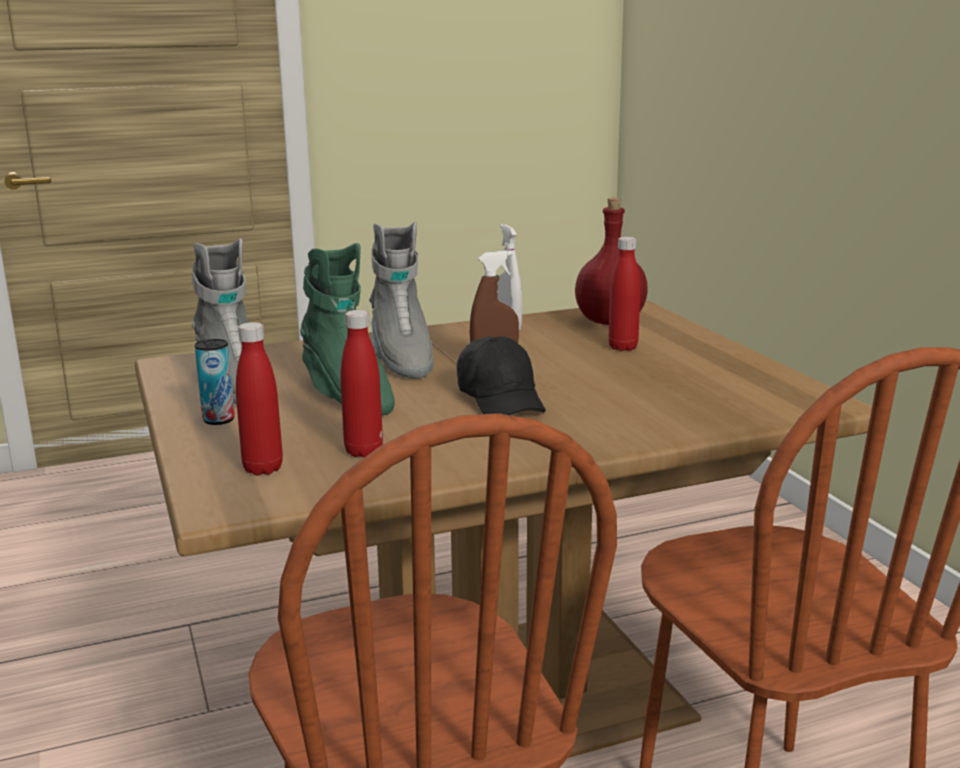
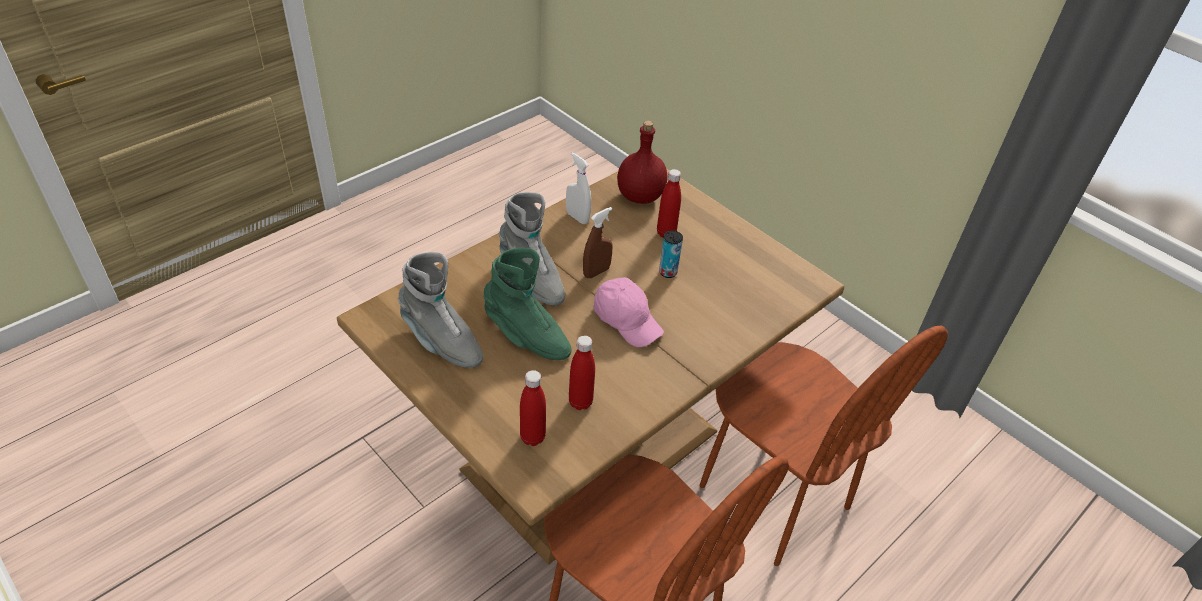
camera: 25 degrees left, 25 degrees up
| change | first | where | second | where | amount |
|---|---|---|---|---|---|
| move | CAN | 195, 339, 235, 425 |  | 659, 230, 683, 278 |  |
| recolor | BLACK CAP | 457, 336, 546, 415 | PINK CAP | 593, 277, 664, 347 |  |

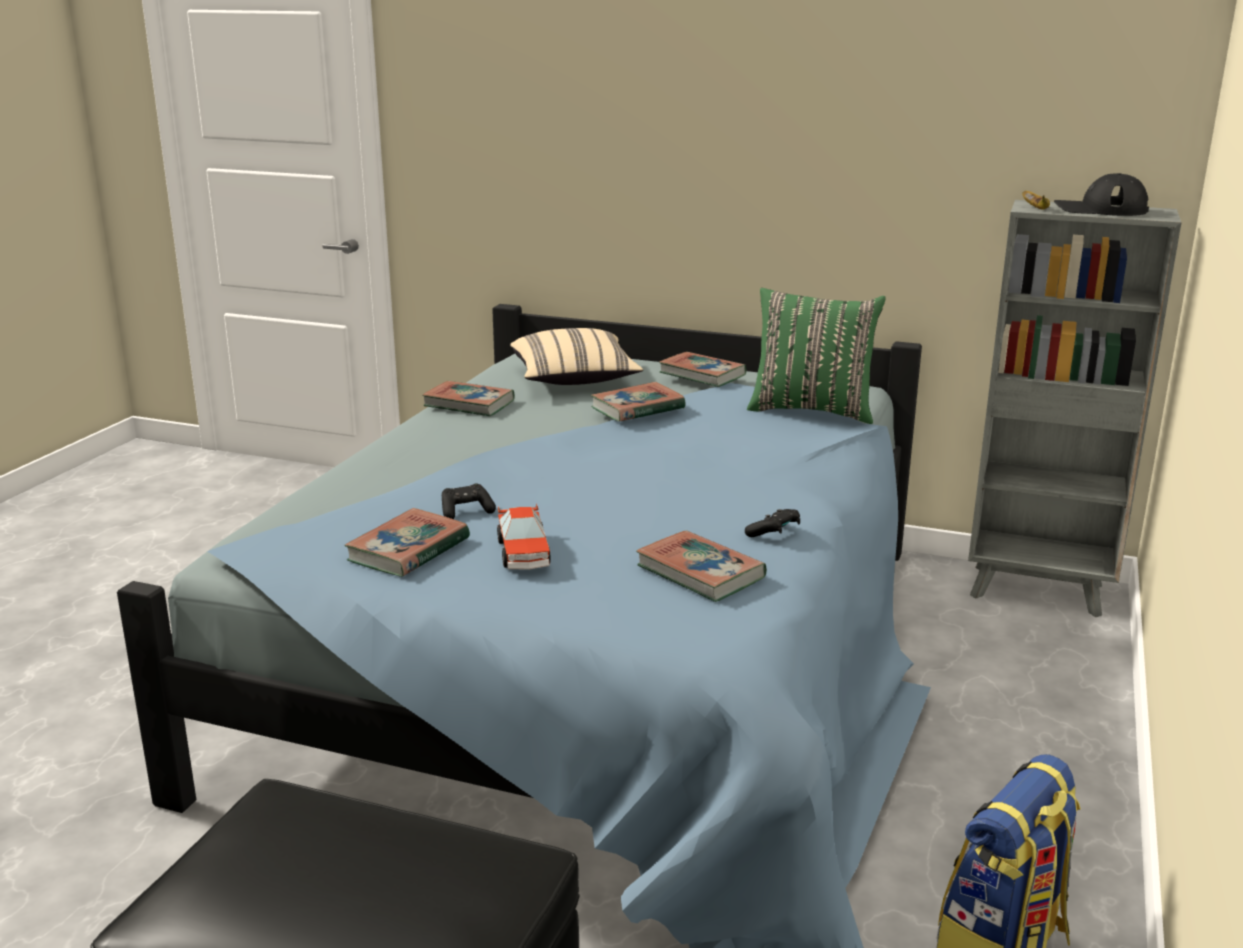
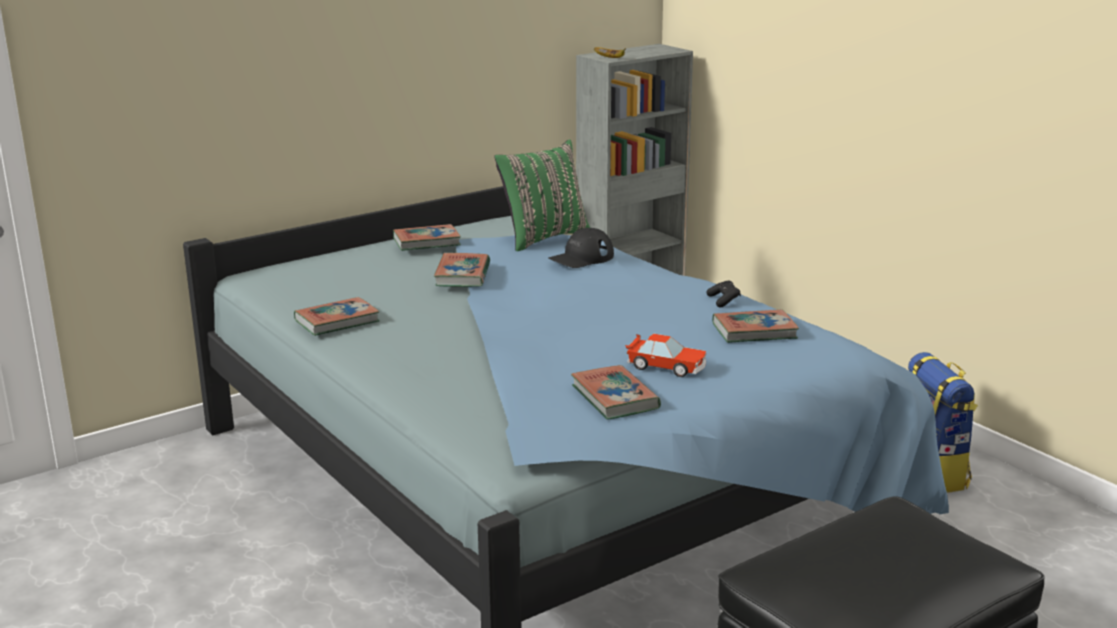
camera: 55 degrees left, 0 degrees up
| change | first | where | second | where | amount |
|---|---|---|---|---|---|
| delete | BLACK GAME CONTROLLER | 442, 484, 496, 519 |  |  |  |
| delete | BEIGE PILLOW | 510, 328, 643, 385 |  |  |  |
| move | BLACK CAP | 1054, 173, 1149, 216 |  | 549, 228, 614, 268 |  |

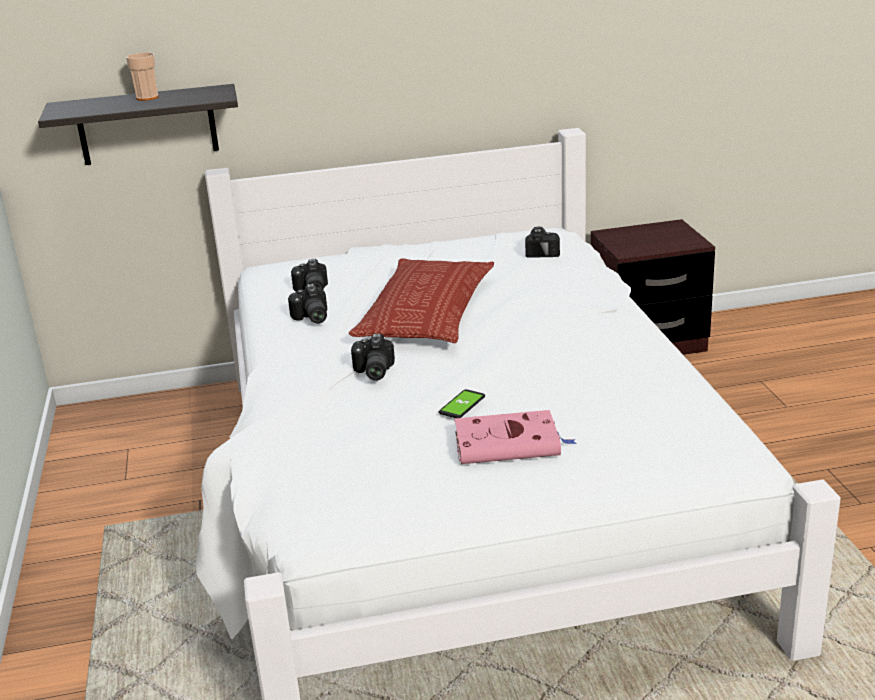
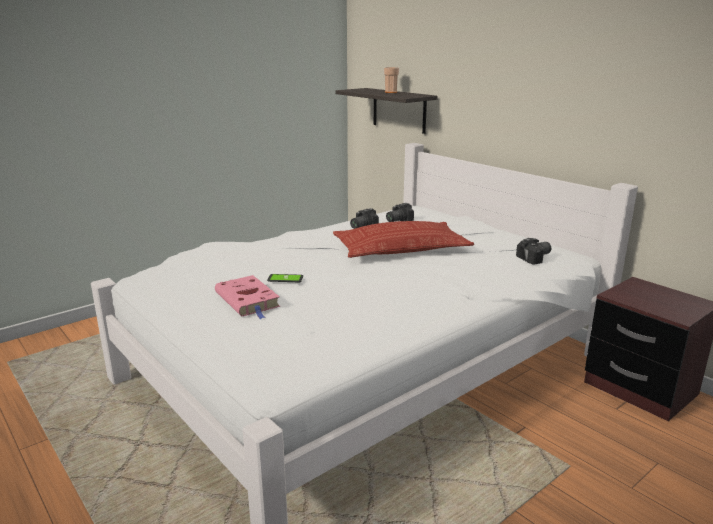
camera: 60 degrees right, 5 degrees down
| change | first | where | second | where | amount |
|---|---|---|---|---|---|
| delete | PHOTO CAMERA | 351, 334, 395, 381 |  |  |  |

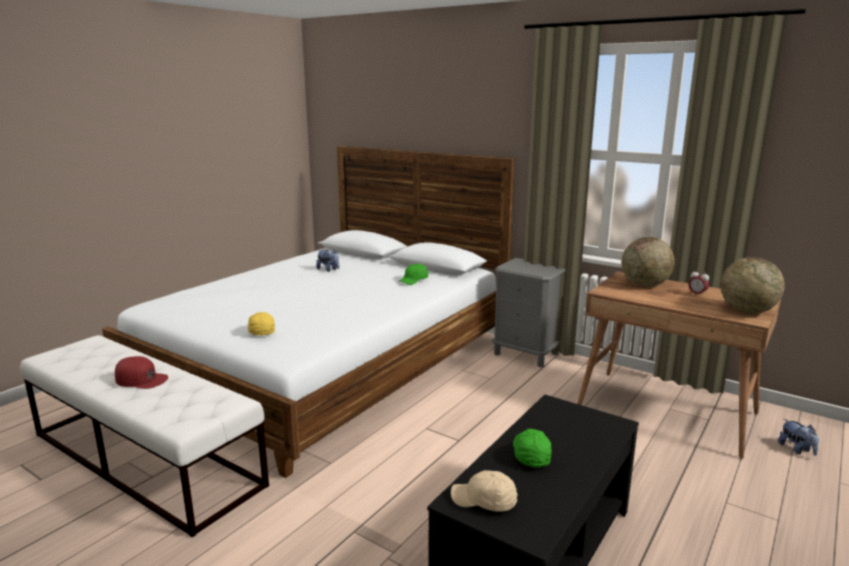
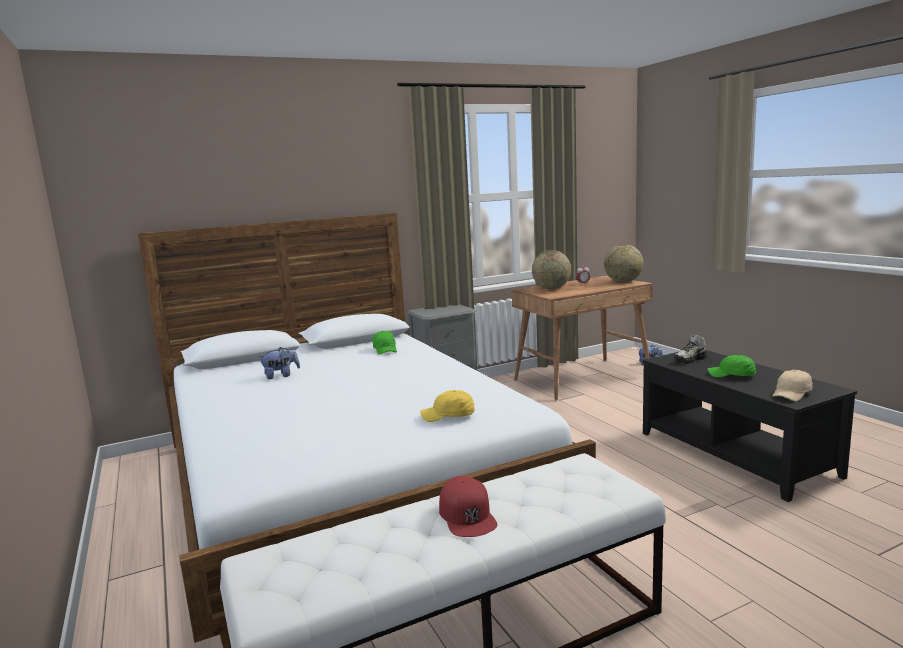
camera: 60 degrees left, 5 degrees down
| change | first | where | second | where | amount |
|---|---|---|---|---|---|
| rotate | RED CAP | 115, 356, 168, 389 |  | 439, 476, 497, 537 | 120 degrees clockwise |
| insert |  |  | SHOE | 674, 334, 707, 364 |  |

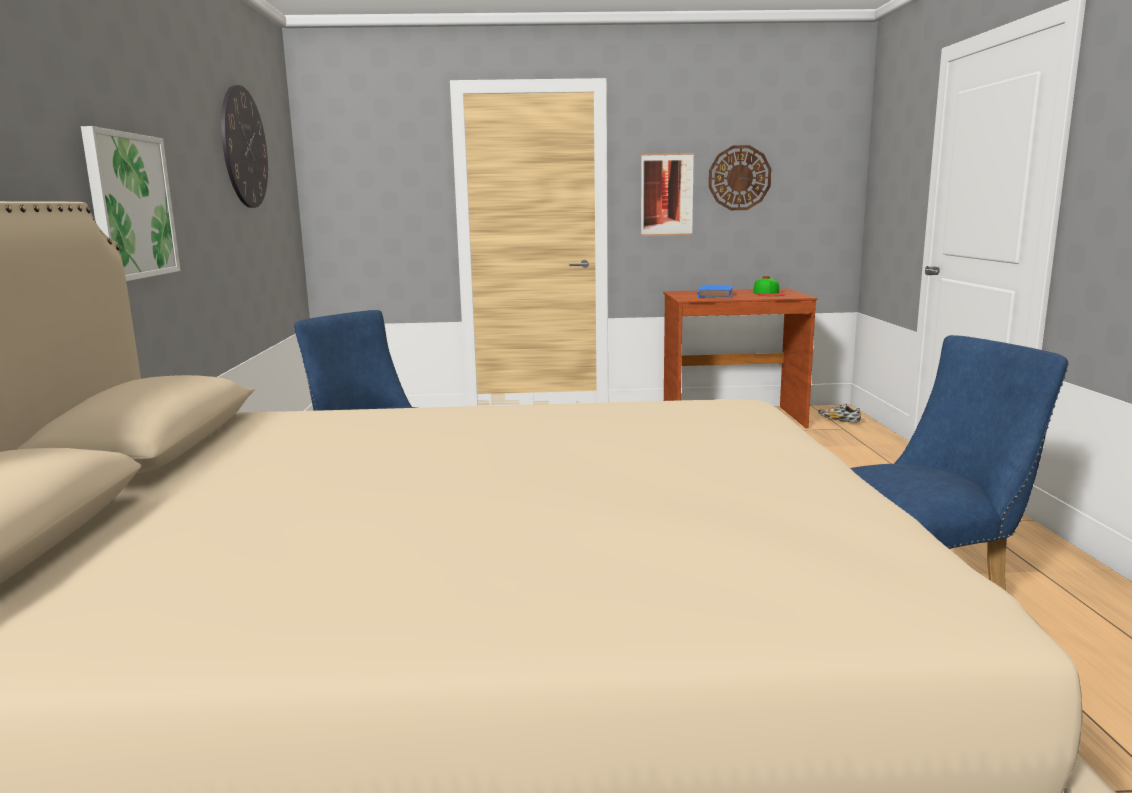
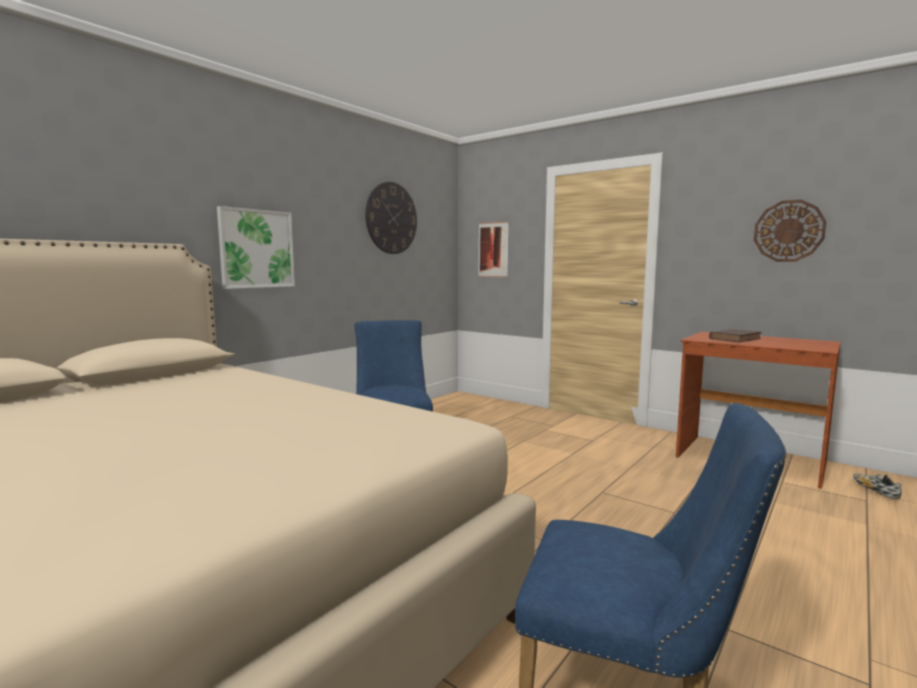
camera: 40 degrees right, 5 degrees down
| change | first | where | second | where | amount |
|---|---|---|---|---|---|
| move | PICTURE | 641, 153, 694, 236 |  | 478, 222, 509, 277 |  |
| recolor | BLUE BOOK | 697, 285, 733, 298 | BROWN BOOK | 709, 329, 761, 342 |  |
| delete | CAP | 753, 276, 785, 296 |  |  |  |

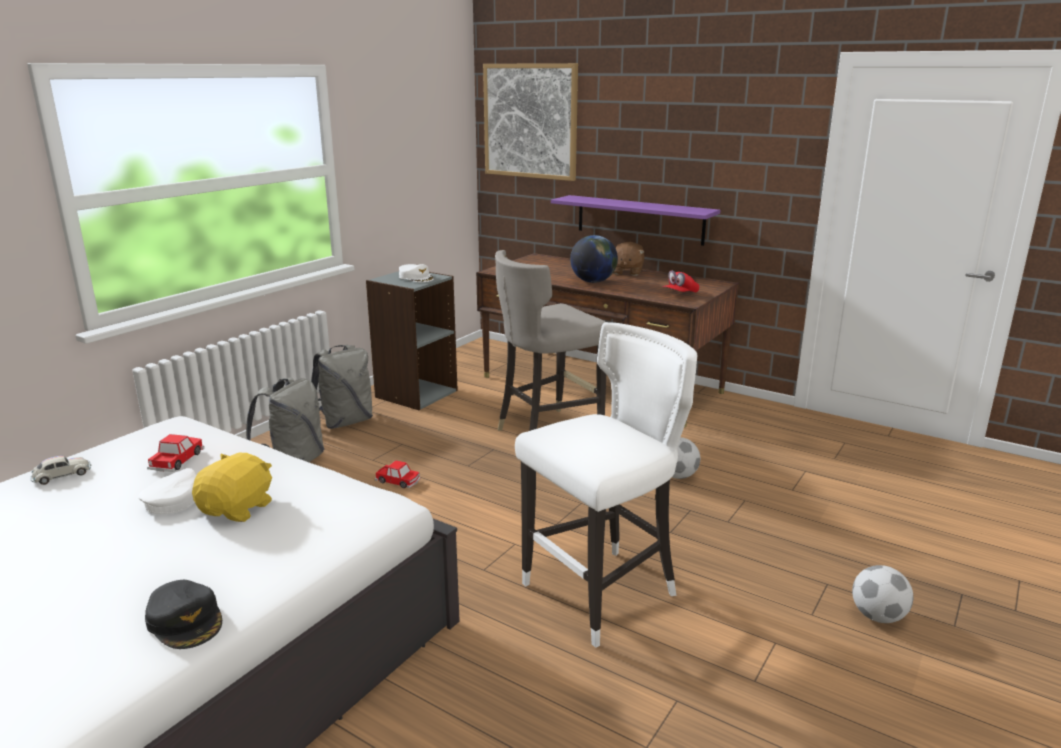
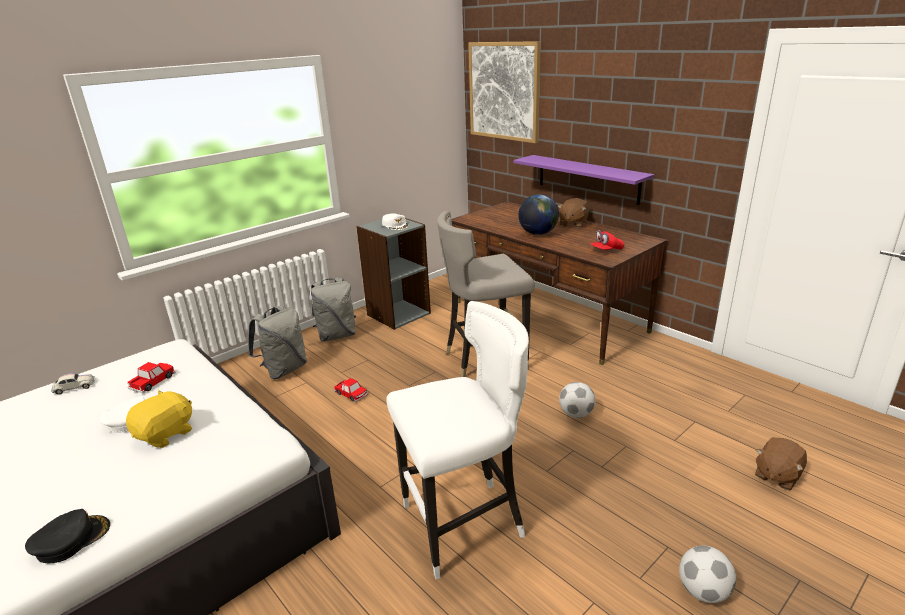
camera: 15 degrees right, 5 degrees up
| change | first | where | second | where | amount |
|---|---|---|---|---|---|
| rotate | BLACK CAP | 145, 580, 222, 649 |  | 25, 509, 110, 563 | 105 degrees counterclockwise |
| insert |  |  | BROWN PLUSH TOY | 755, 437, 807, 490 |  |

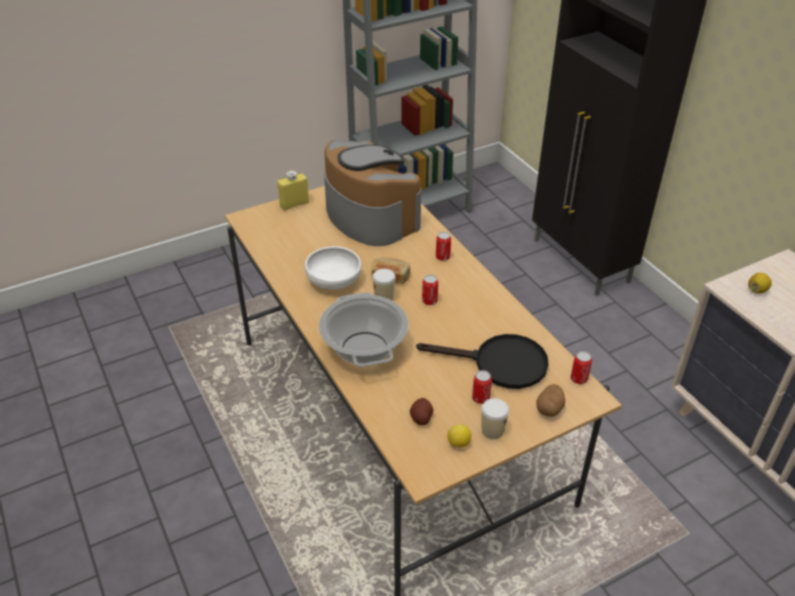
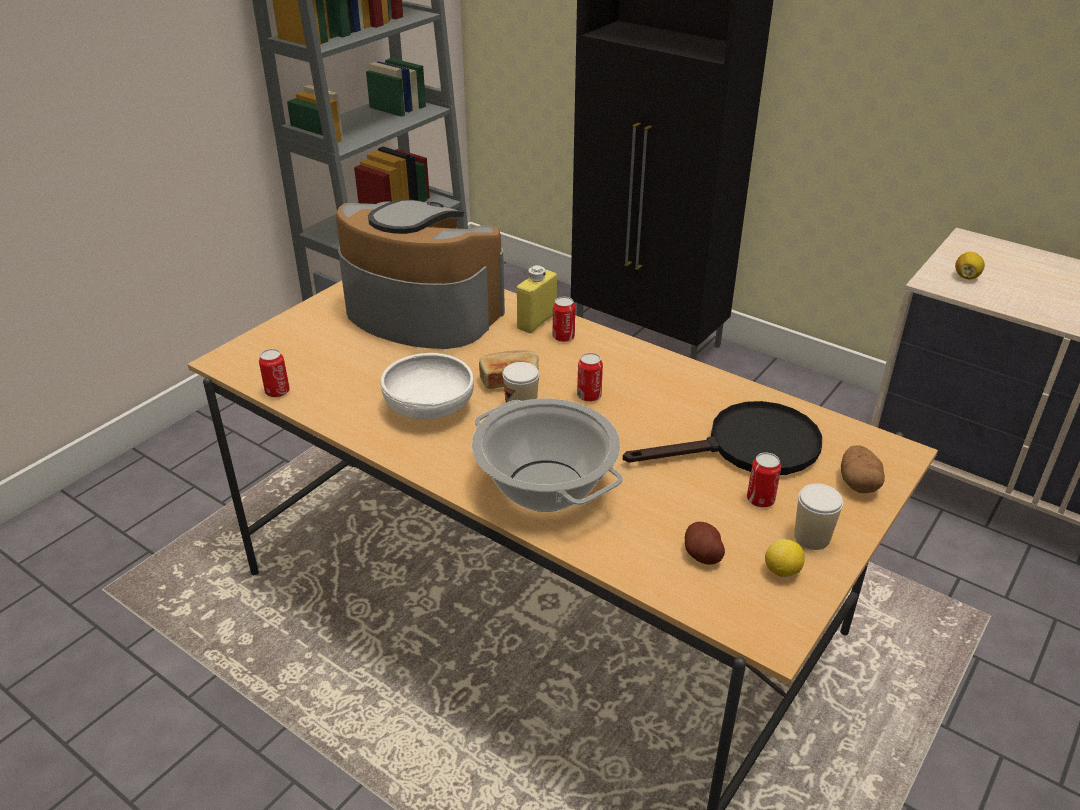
camera: 25 degrees left, 5 degrees down
| change | first | where | second | where | amount |
|---|---|---|---|---|---|
| move | YELLOW BOTTLE | 277, 171, 309, 211 |  | 517, 265, 557, 333 |  |
| move | CAN | 571, 351, 592, 384 |  | 259, 349, 290, 397 |  |

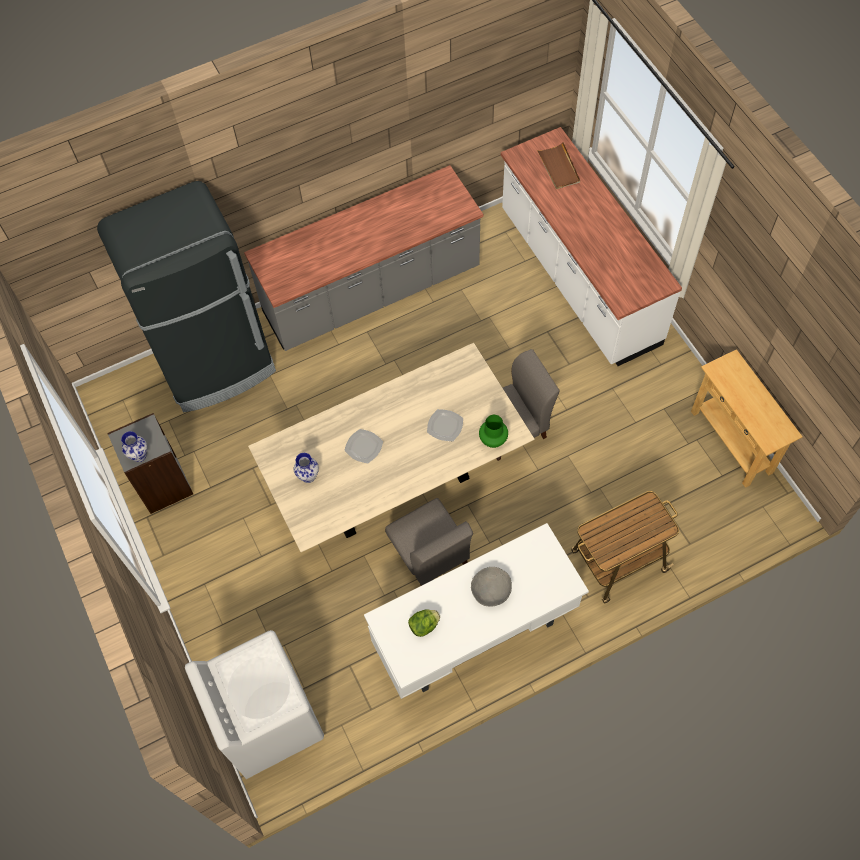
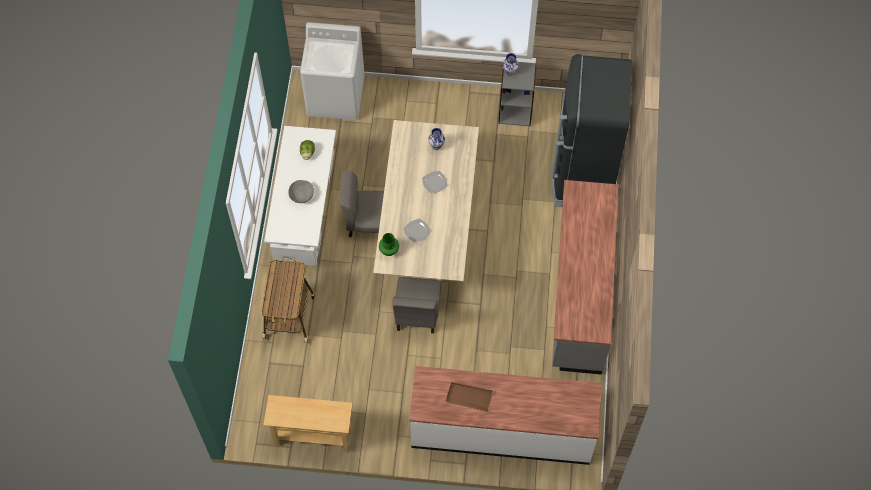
camera: 120 degrees right, 0 degrees up
| change | first | where | second | where | amount |
|---|---|---|---|---|---|
| move | BROWN TRAY | 536, 142, 580, 189 |  | 446, 382, 493, 412 |  |

